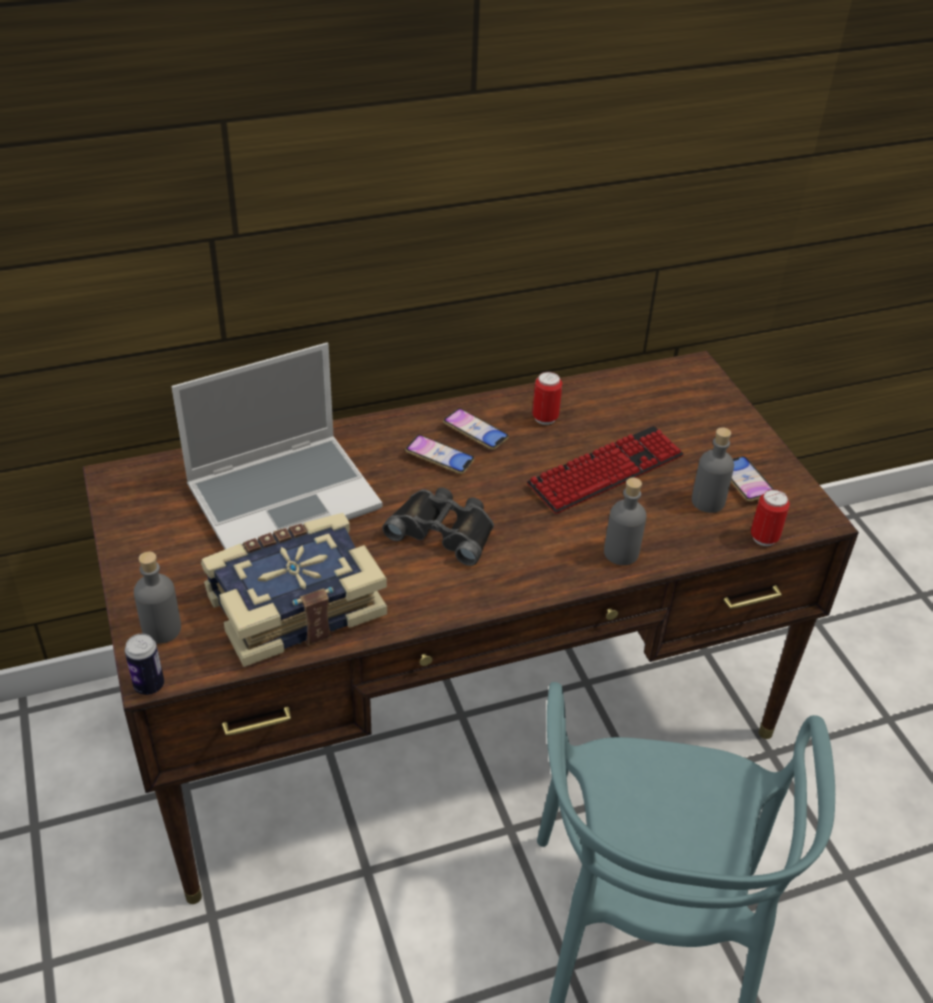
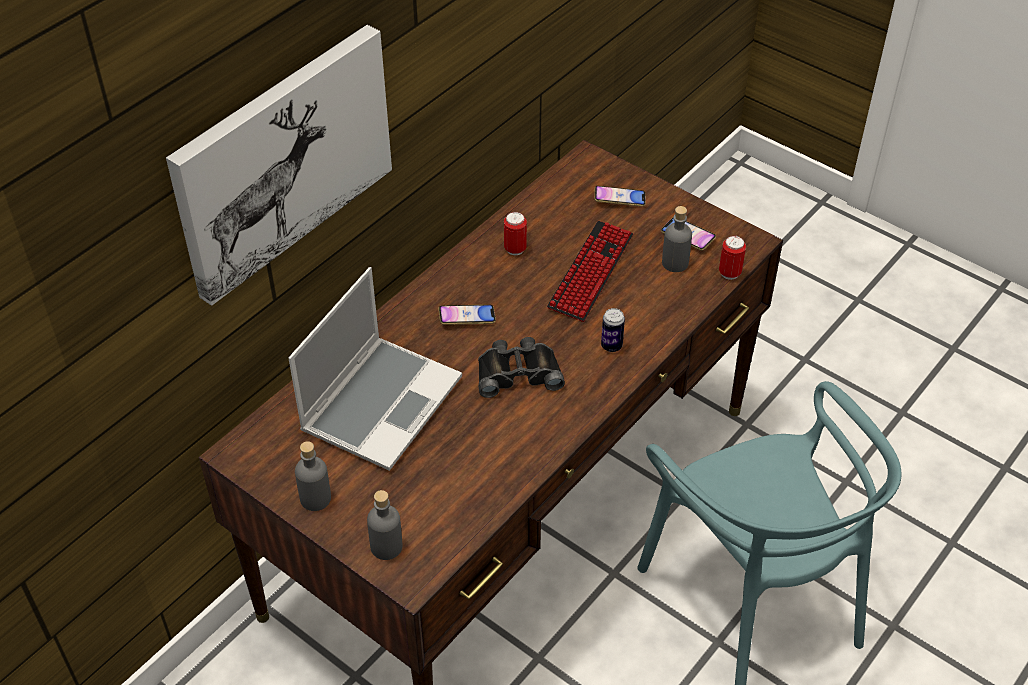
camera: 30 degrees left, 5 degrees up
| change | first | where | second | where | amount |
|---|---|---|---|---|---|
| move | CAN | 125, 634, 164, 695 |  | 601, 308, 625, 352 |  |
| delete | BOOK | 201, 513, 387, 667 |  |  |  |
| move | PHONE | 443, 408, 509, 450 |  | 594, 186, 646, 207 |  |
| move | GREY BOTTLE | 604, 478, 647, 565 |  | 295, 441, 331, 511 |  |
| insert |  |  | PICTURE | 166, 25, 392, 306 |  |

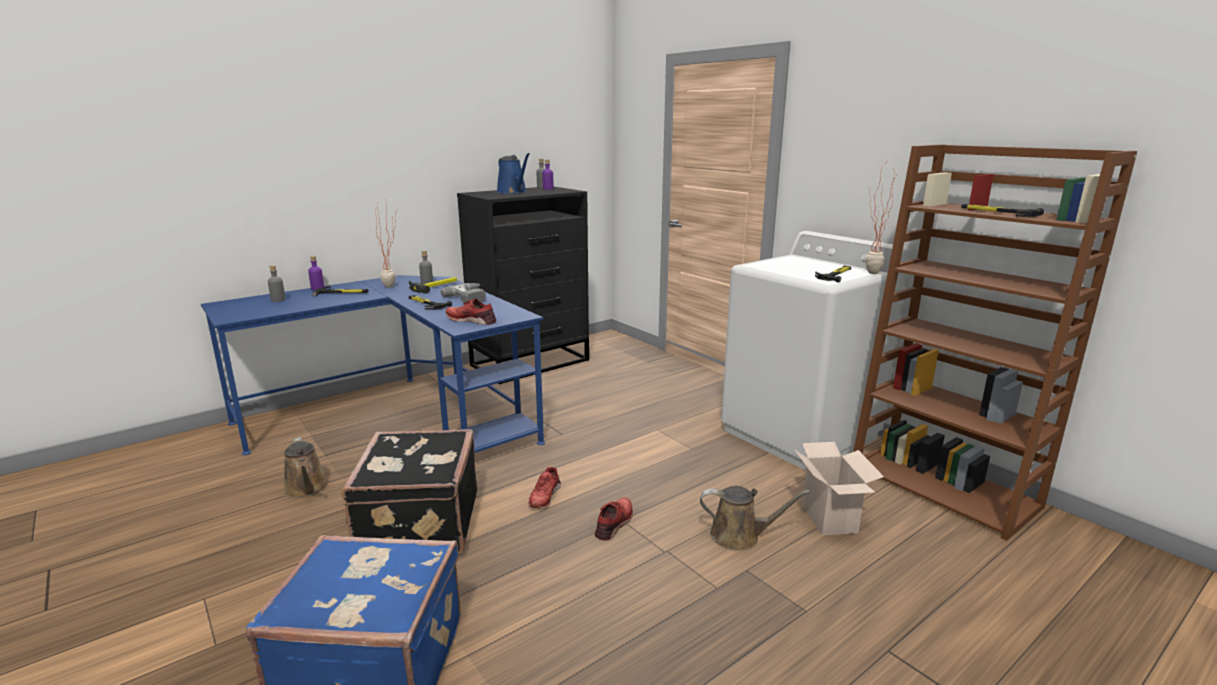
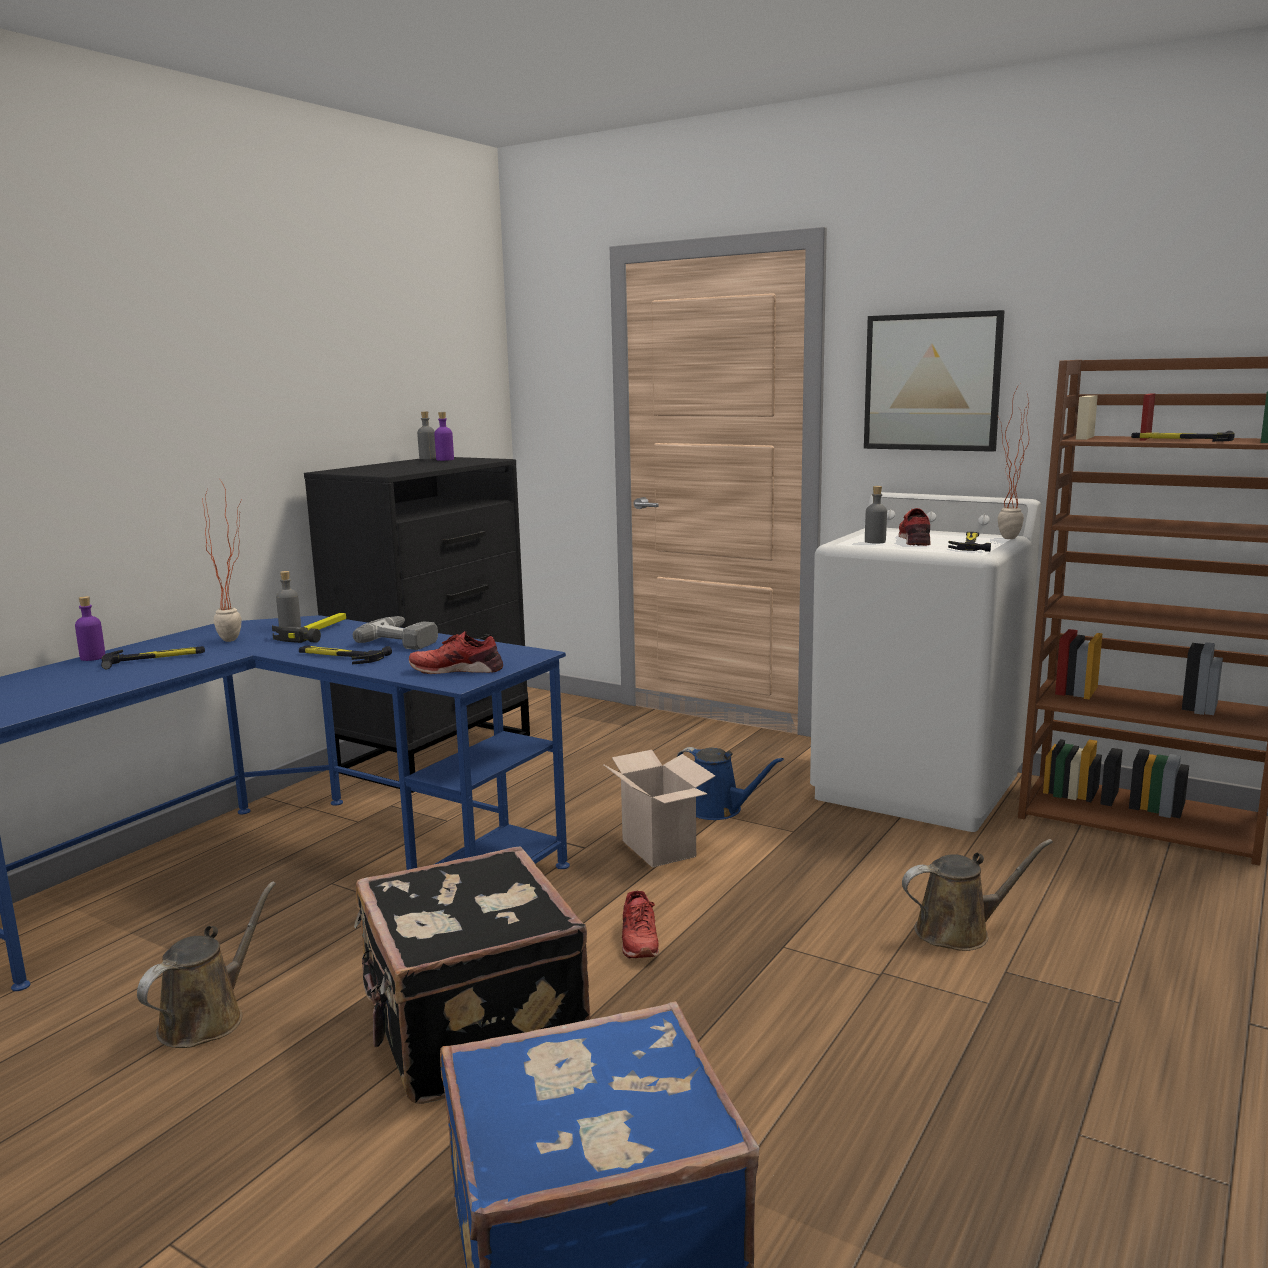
camera: 20 degrees left, 5 degrees down
| change | first | where | second | where | amount |
|---|---|---|---|---|---|
| move | GREY BOTTLE | 268, 265, 286, 302 |  | 865, 486, 887, 544 |  |
| rotate | BROWN WATERING CAN | 283, 437, 329, 498 |  | 137, 881, 276, 1048 | 105 degrees counterclockwise |
| move | BLUE WATERING CAN | 496, 153, 530, 194 |  | 677, 747, 784, 820 |  |
| move | RED SHOE | 595, 497, 633, 541 |  | 899, 508, 931, 546 |  |
| move | CARDBOARD BOX | 794, 442, 884, 535 |  | 603, 750, 715, 868 |  |
| insert |  |  | PICTURE | 864, 310, 1005, 452 |  |

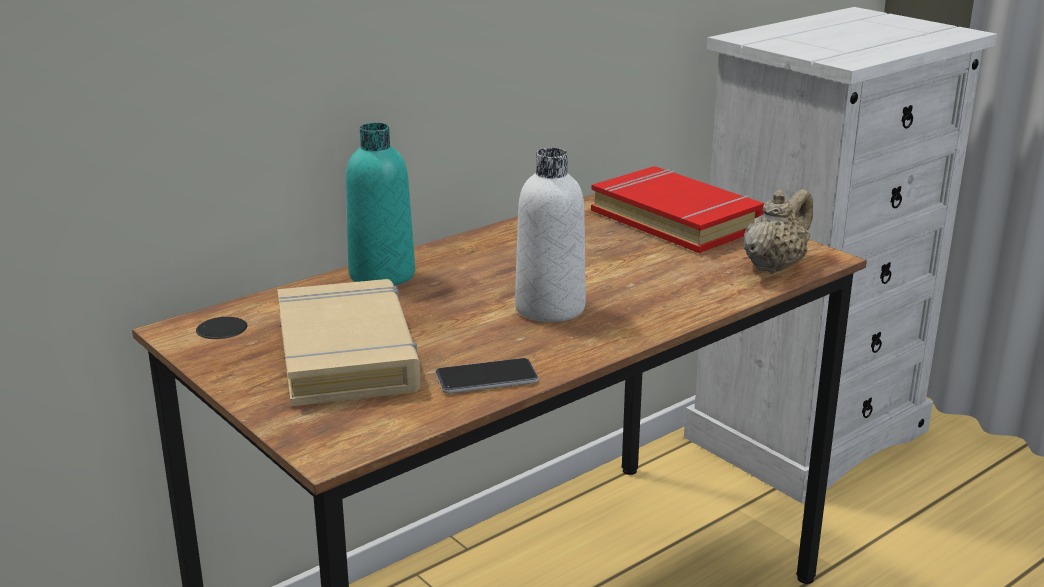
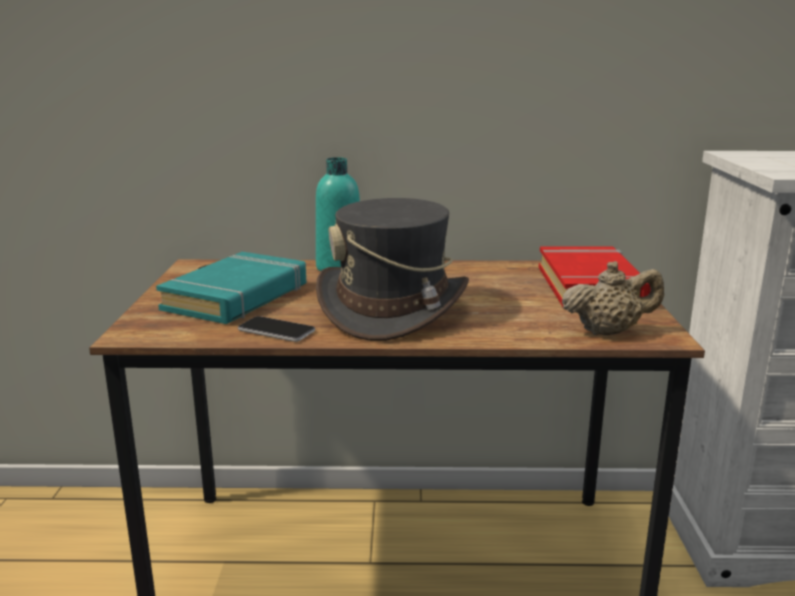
camera: 40 degrees right, 5 degrees down
| change | first | where | second | where | amount |
|---|---|---|---|---|---|
| recolor | BEIGE BOOK | 277, 279, 420, 406 | TURQUOISE BOOK | 156, 252, 306, 324 |  |
| replace | WHITE BOTTLE | 515, 148, 586, 322 | GREY HAT | 316, 198, 469, 341 |  |

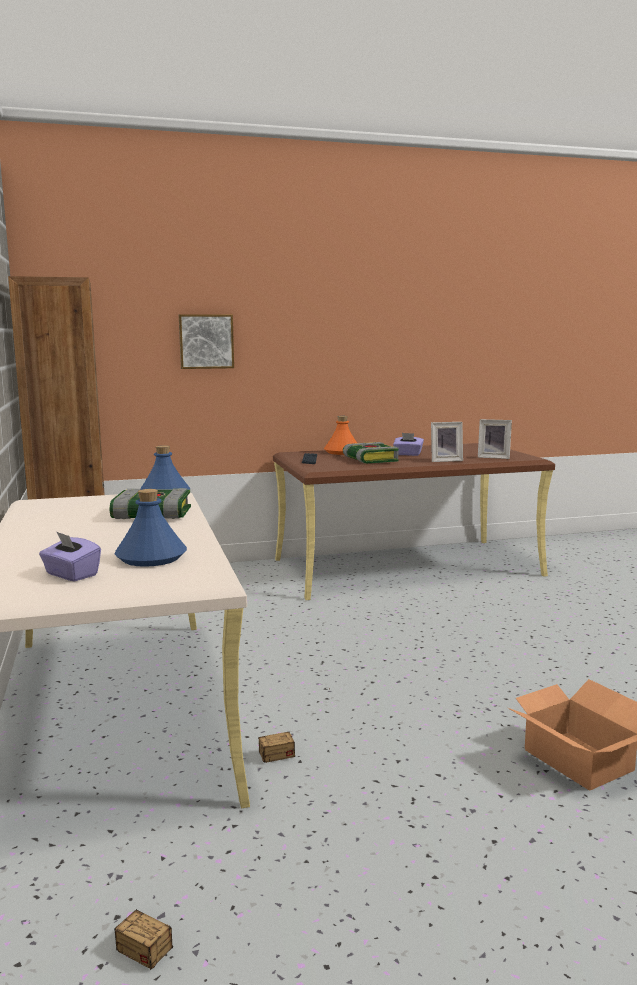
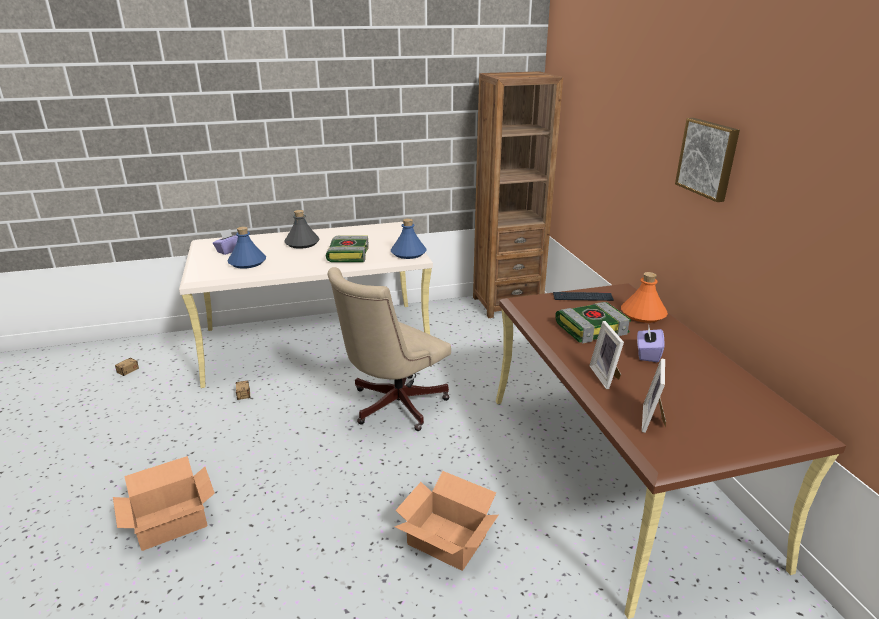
camera: 90 degrees right, 15 degrees up
| change | first | where | second | where | amount |
|---|---|---|---|---|---|
| move | PICTURE | 179, 314, 234, 369 |  | 675, 118, 740, 202 |  |
| insert |  |  | GREY BOTTLE | 284, 210, 320, 249 |  |
| insert |  |  | BEIGE OFFICE CHAIR | 327, 267, 451, 431 |  |
| insert |  |  | CARDBOARD BOX | 394, 471, 499, 571 |  |

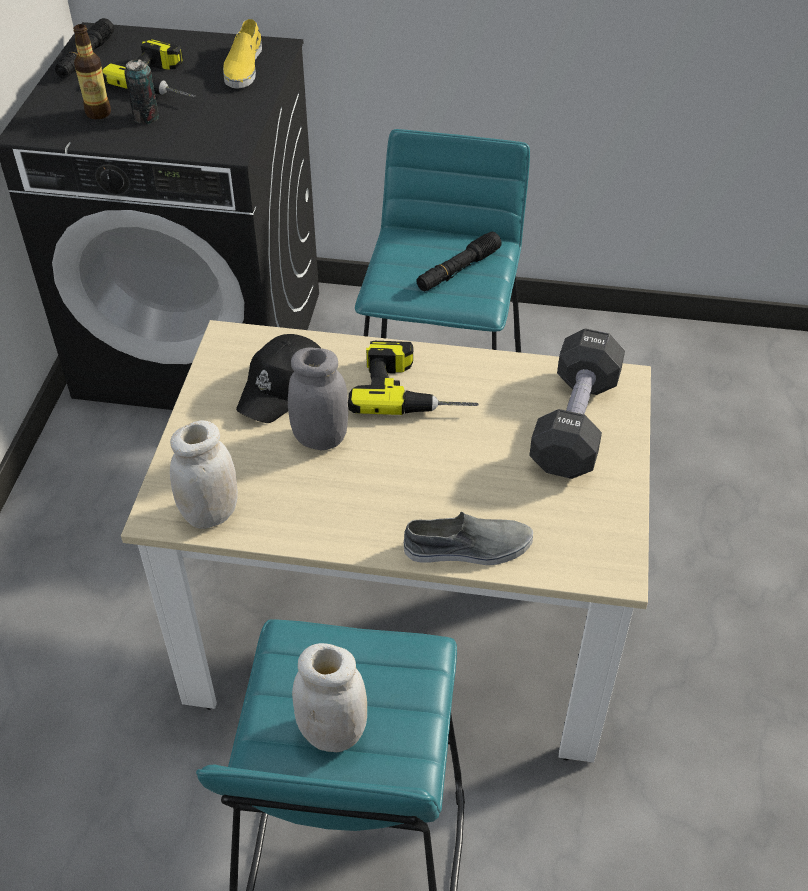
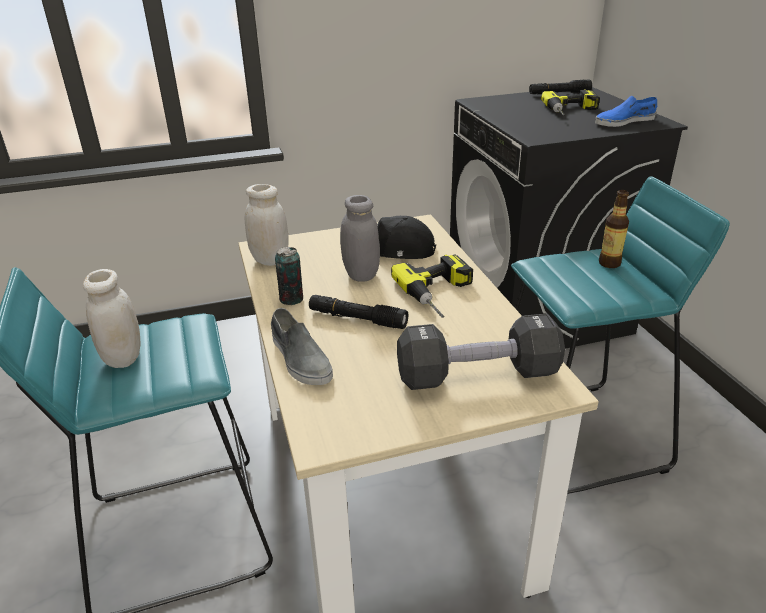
camera: 65 degrees right, 15 degrees down
| change | first | where | second | where | amount |
|---|---|---|---|---|---|
| move | BOTTLE | 73, 24, 111, 119 |  | 599, 190, 629, 268 |  |
| move | CAN | 124, 59, 159, 124 |  | 275, 247, 303, 305 |  |
| recolor | YELLOW SHOE | 223, 19, 262, 88 | BLUE SHOE | 595, 96, 657, 127 |  |
| move | BLACK FLASHLIGHT | 416, 232, 502, 291 |  | 309, 295, 408, 329 |  |

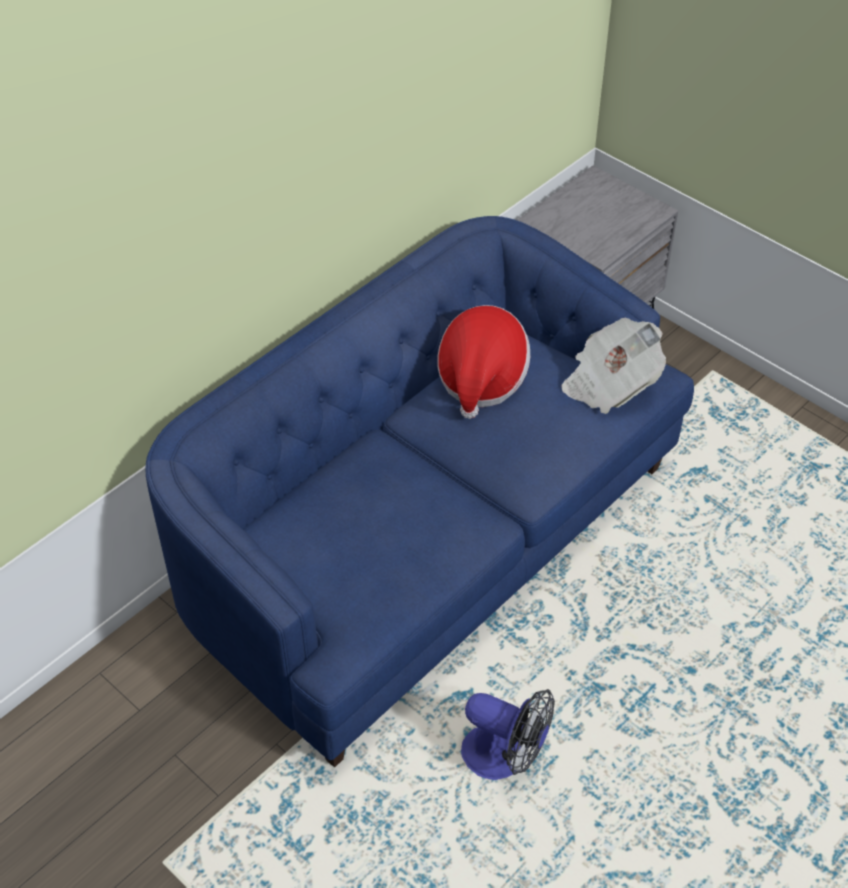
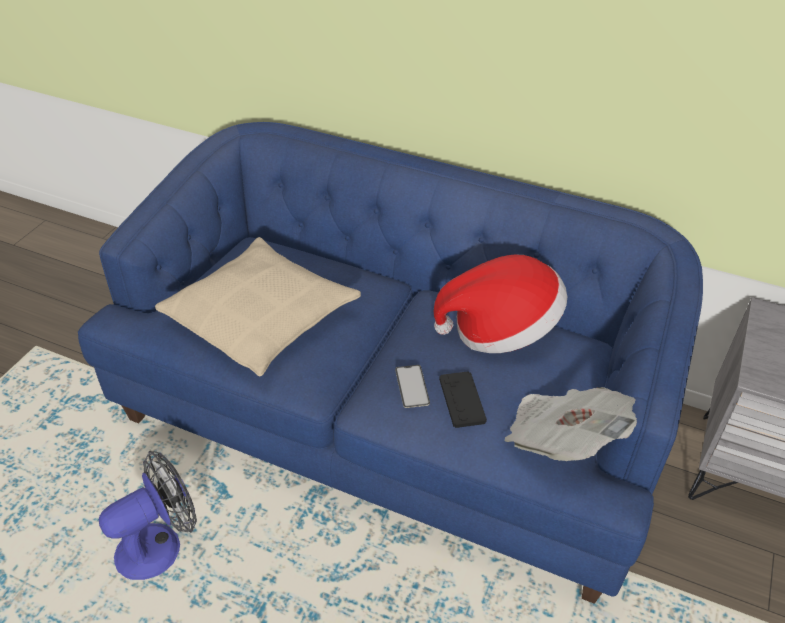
camera: 70 degrees right, 5 degrees down
| change | first | where | second | where | amount |
|---|---|---|---|---|---|
| rotate | FAN | 461, 689, 555, 780 |  | 99, 451, 197, 580 | 135 degrees counterclockwise |
| insert |  |  | BEIGE PILLOW | 155, 237, 361, 376 |  |
| insert |  |  | PHONE | 395, 365, 430, 408 |  |
| insert |  |  | BLACK GAME CONTROLLER | 439, 371, 487, 428 |  |

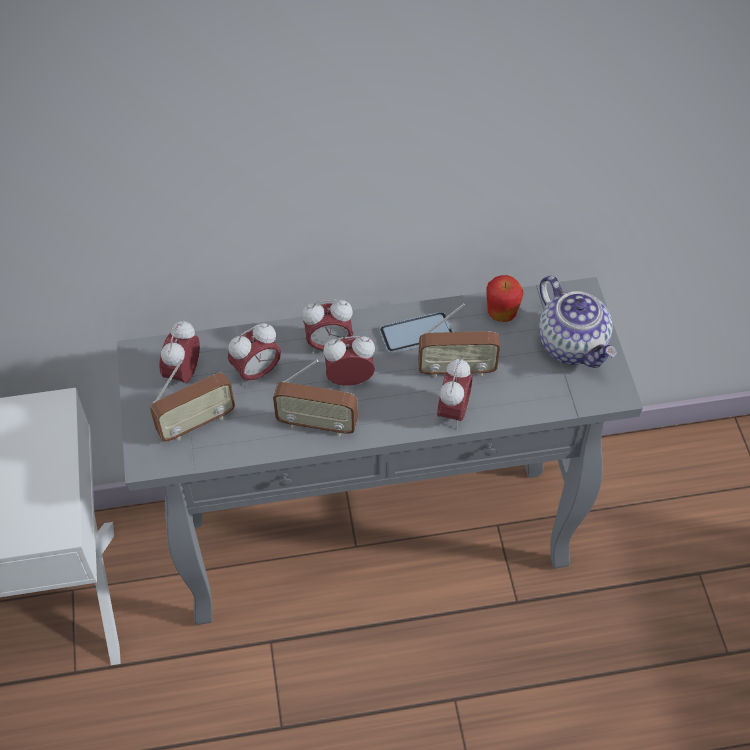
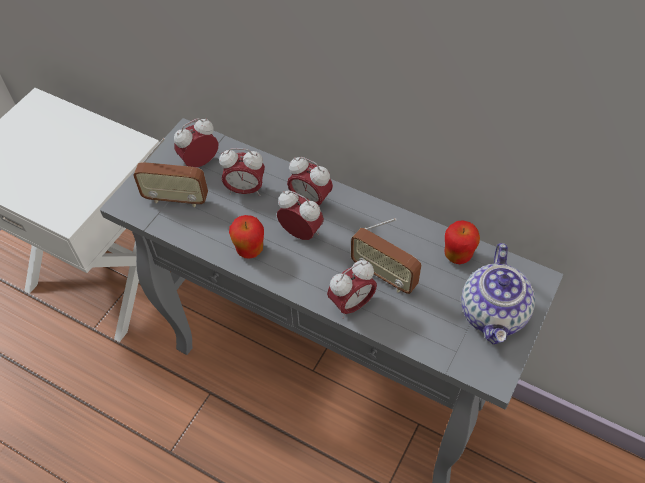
camera: 40 degrees right, 0 degrees up
| change | first | where | second | where | amount |
|---|---|---|---|---|---|
| replace | RADIO | 273, 360, 358, 436 | APPLE | 229, 215, 264, 259 |  |
| delete | PHONE | 380, 312, 453, 353 |  |  |  |

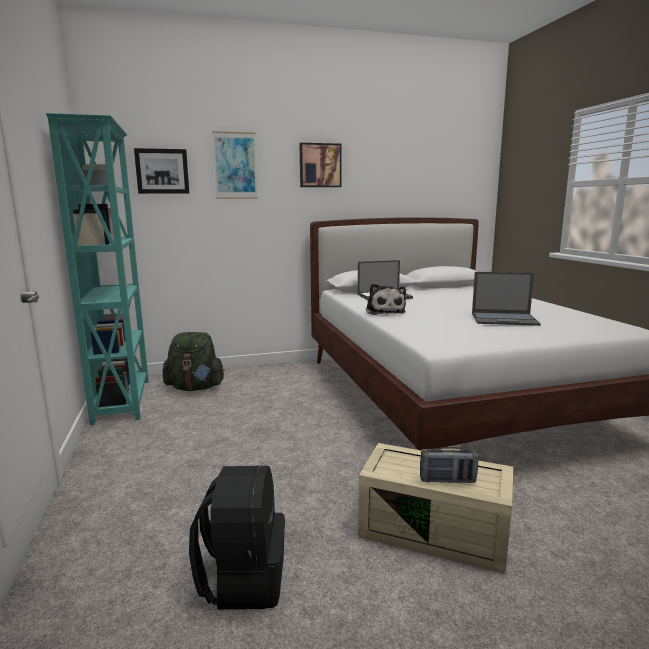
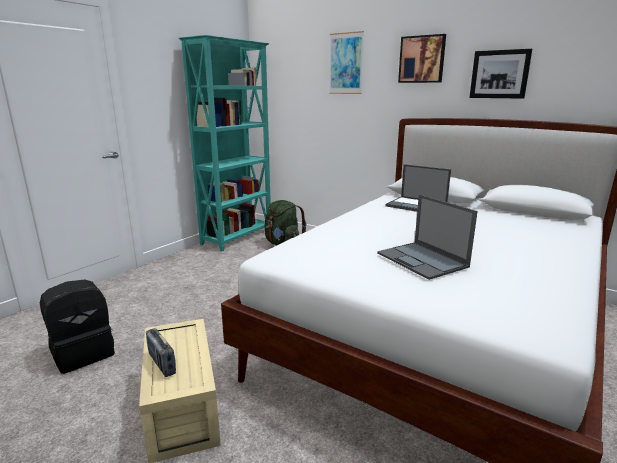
camera: 50 degrees right, 5 degrees up
| change | first | where | second | where | amount |
|---|---|---|---|---|---|
| move | PICTURE | 134, 148, 189, 194 |  | 469, 49, 532, 99 |  |
| delete | PLUSH TOY | 366, 284, 406, 315 |  |  |  |

